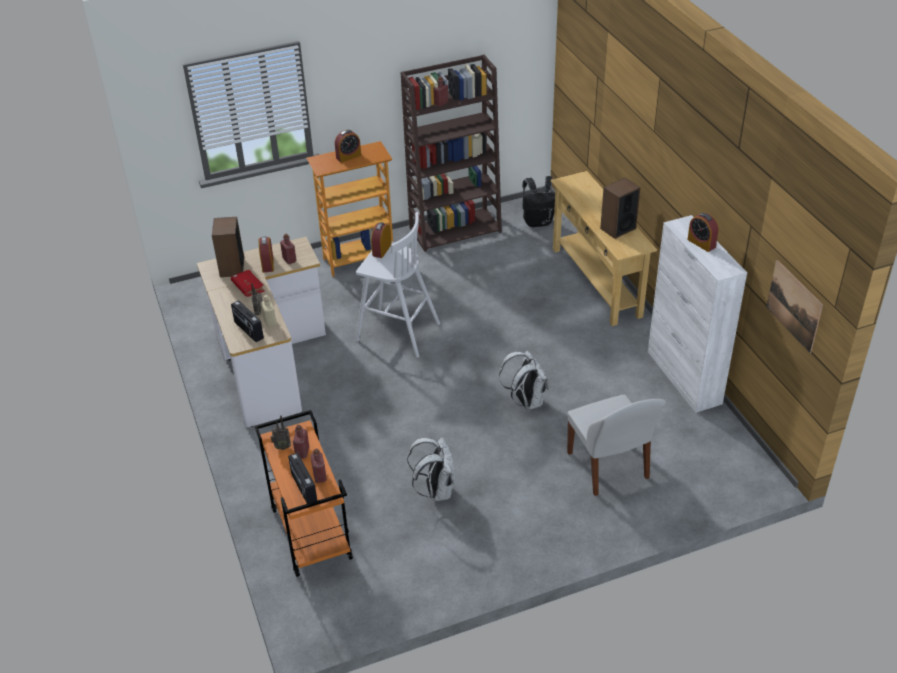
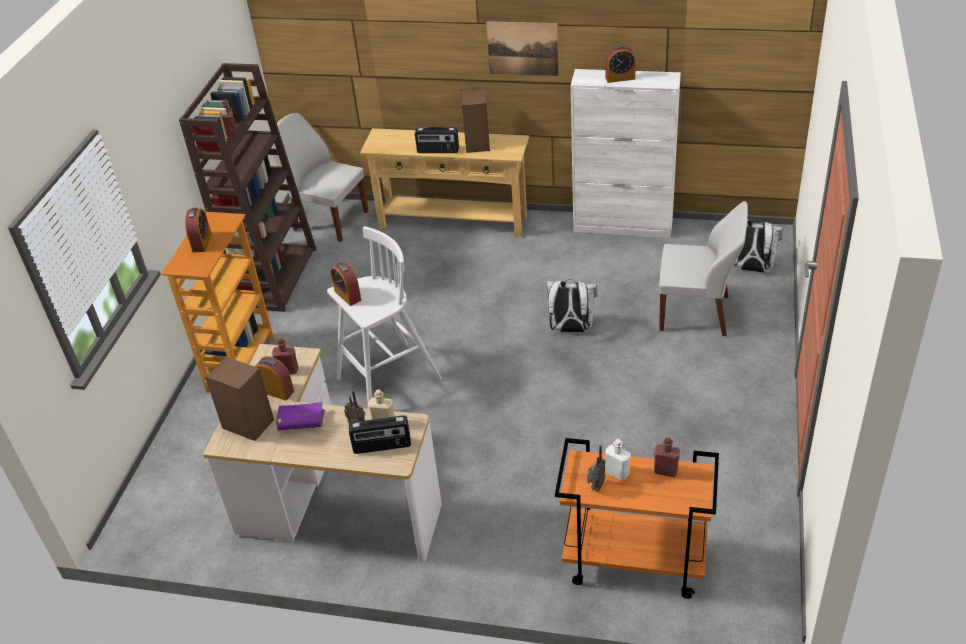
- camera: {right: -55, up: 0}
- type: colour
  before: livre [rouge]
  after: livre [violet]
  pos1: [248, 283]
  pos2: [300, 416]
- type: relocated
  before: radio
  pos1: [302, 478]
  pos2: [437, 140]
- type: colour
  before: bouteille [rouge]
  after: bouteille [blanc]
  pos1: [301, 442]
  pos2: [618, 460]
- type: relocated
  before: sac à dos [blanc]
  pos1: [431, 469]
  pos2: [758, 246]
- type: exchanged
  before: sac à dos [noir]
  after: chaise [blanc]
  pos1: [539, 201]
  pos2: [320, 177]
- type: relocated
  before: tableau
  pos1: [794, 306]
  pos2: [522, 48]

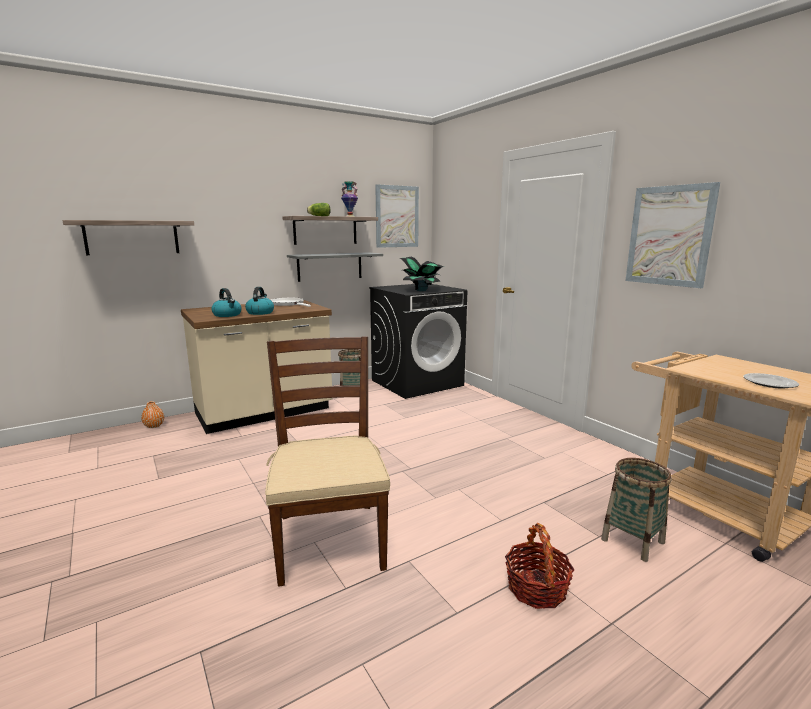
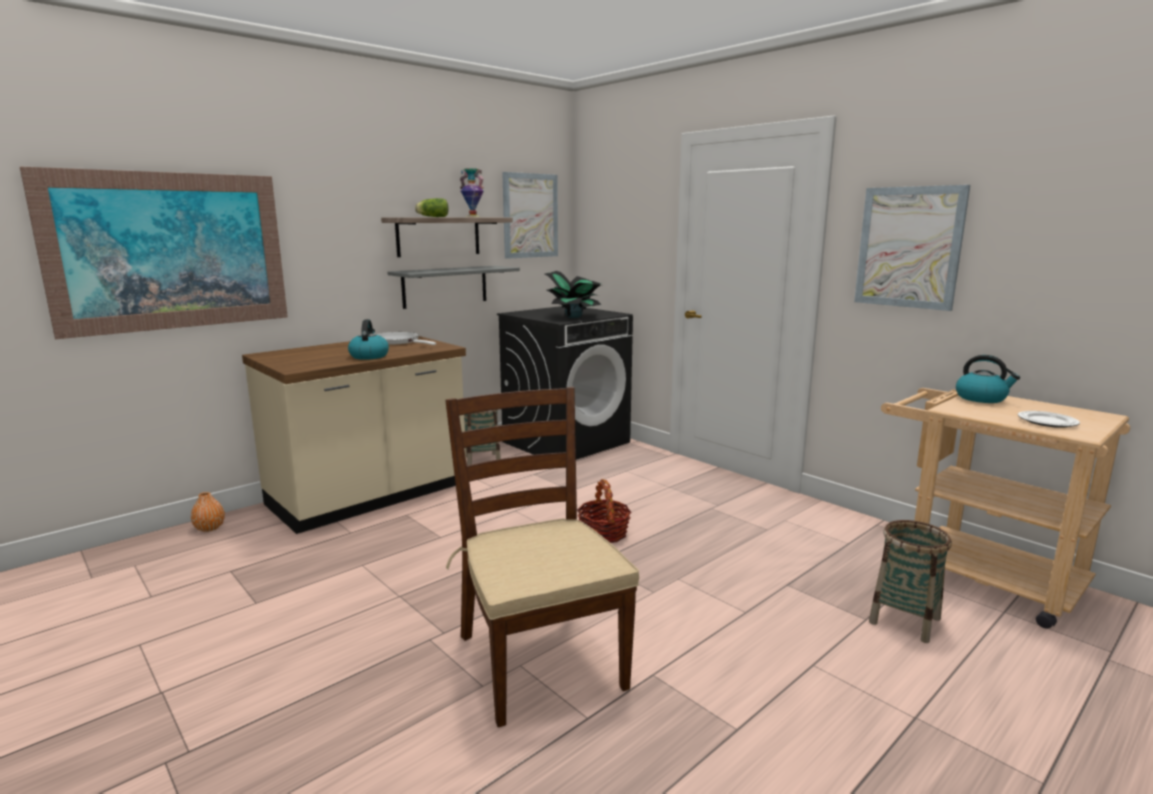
- camera: {right: -10, up: 0}
- type: exchanged
  before: étagère
  after: tableau
  pos1: [128, 237]
  pos2: [154, 253]
- type: relocated
  before: bouilloire
  pos1: [226, 302]
  pos2: [988, 379]
- type: relocated
  before: panier
  pos1: [539, 566]
  pos2: [604, 511]

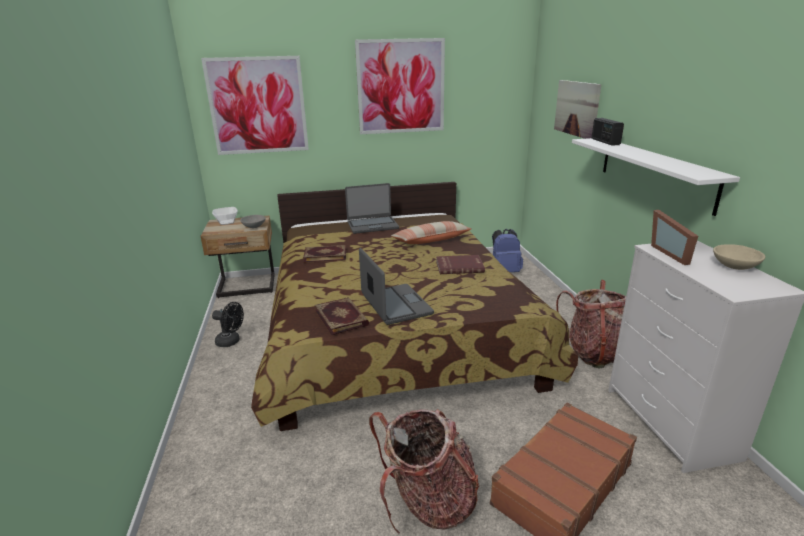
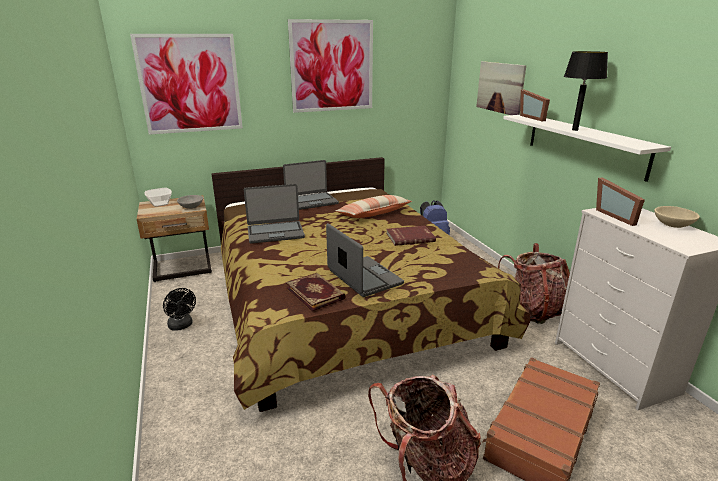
- camera: {right: -10, up: 0}
- type: spun
  before: ventilateur [noir]
  pos1: [228, 324]
  pos2: [179, 309]
  turn: 45
- type: exchanged
  before: livre
  after: ordinateur portable
  pos1: [324, 254]
  pos2: [274, 214]
- type: exchanged
  before: radio
  after: cadre photo
  pos1: [608, 132]
  pos2: [535, 105]
- type: appeared
  after: lampe de table [noir]
  pos2: [586, 91]

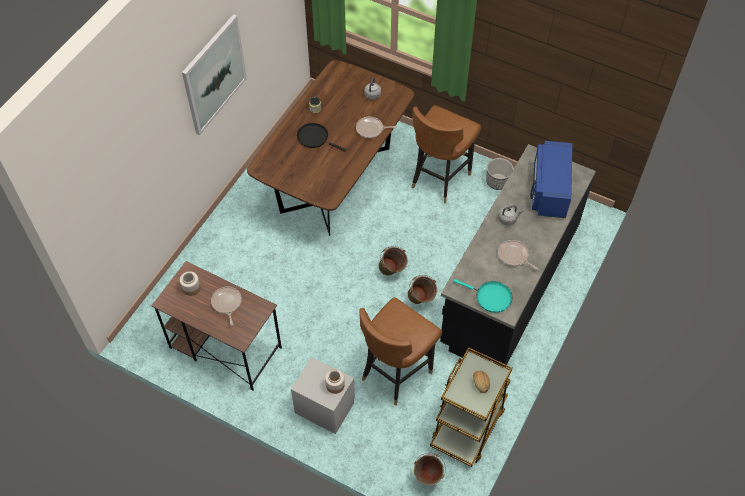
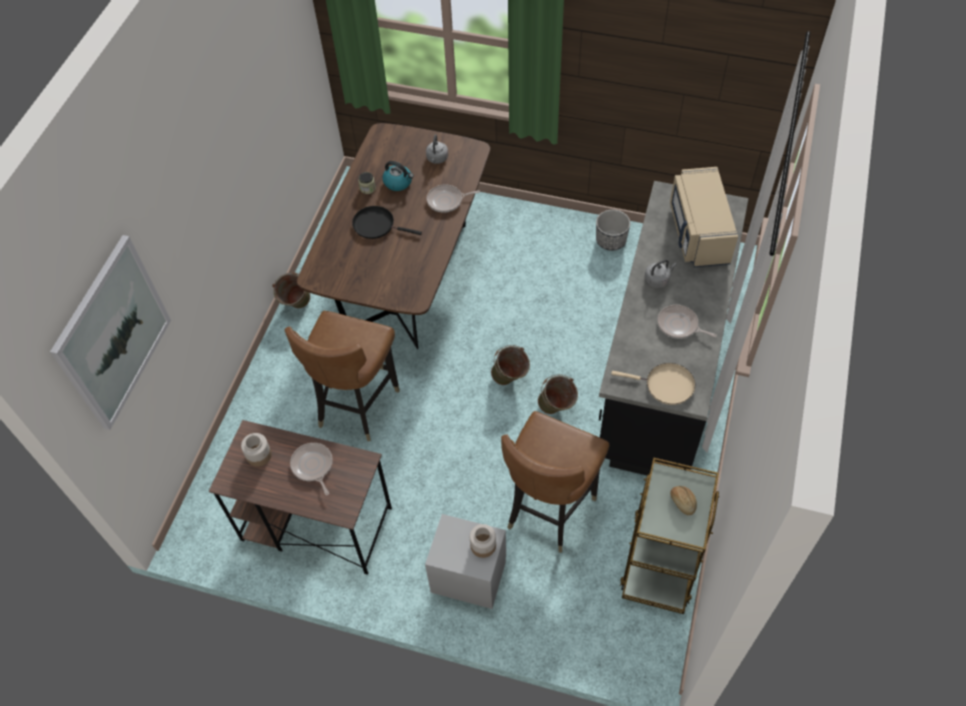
- camera: {right: -10, up: 0}
- type: relocated
  before: tableau
  pos1: [214, 74]
  pos2: [110, 332]
- type: relocated
  before: chaise [marron]
  pos1: [446, 154]
  pos2: [342, 376]
- type: relocated
  before: seau [vert]
  pos1: [430, 469]
  pos2: [291, 290]
- type: colour
  before: poêle [turquoise]
  after: poêle [beige]
  pos1: [482, 296]
  pos2: [653, 384]
- type: colour
  before: micro-ondes [bleu]
  after: micro-ondes [beige]
  pos1: [551, 179]
  pos2: [704, 217]
- type: appeared
  after: bouilloire
  pos2: [398, 176]

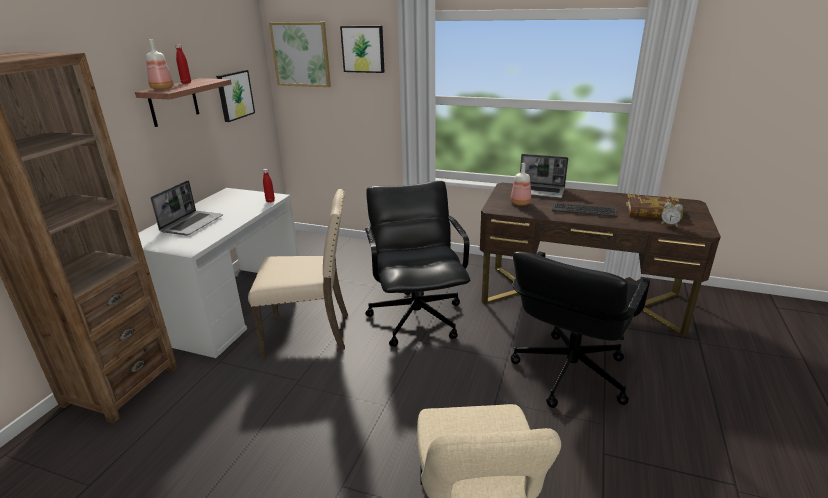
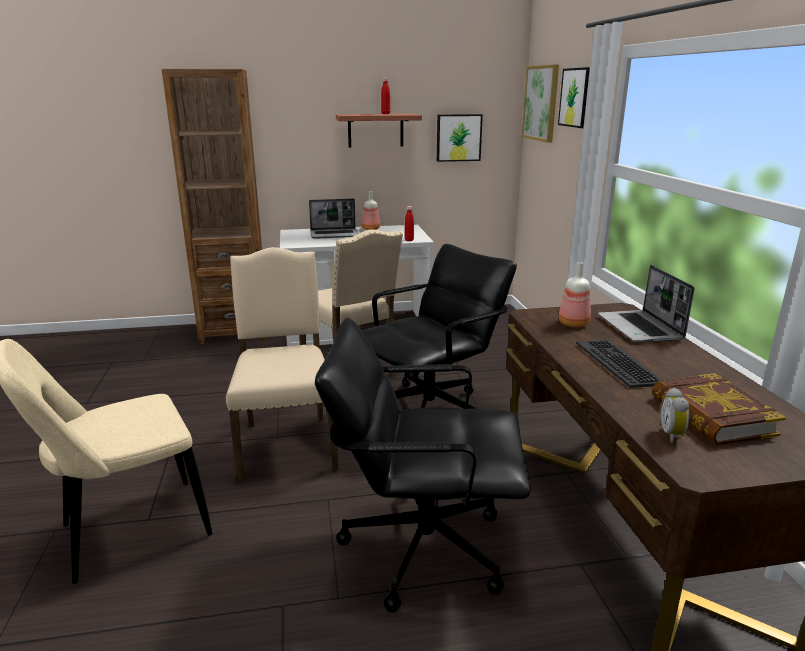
- camera: {right: 60, up: -5}
- type: relocated
  before: bouteille
  pos1: [159, 64]
  pos2: [371, 210]
- type: appeared
  after: chaise [beige]
  pos2: [282, 365]

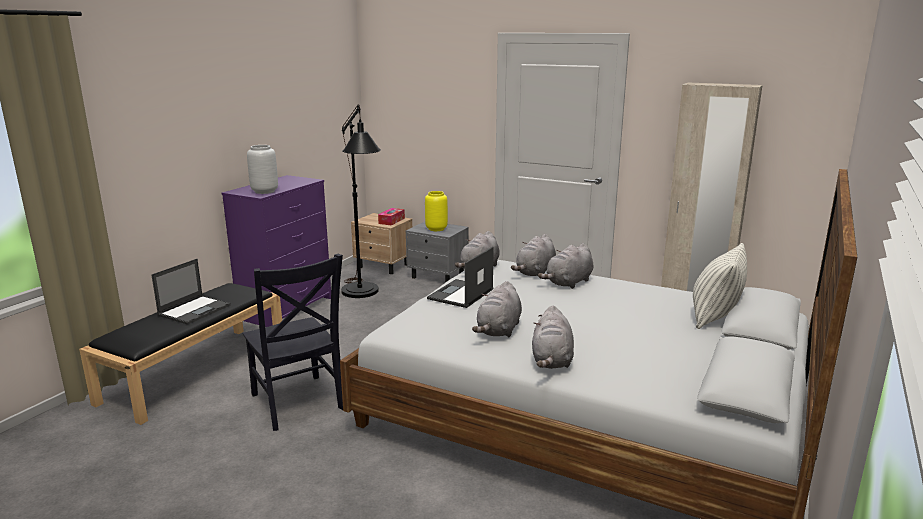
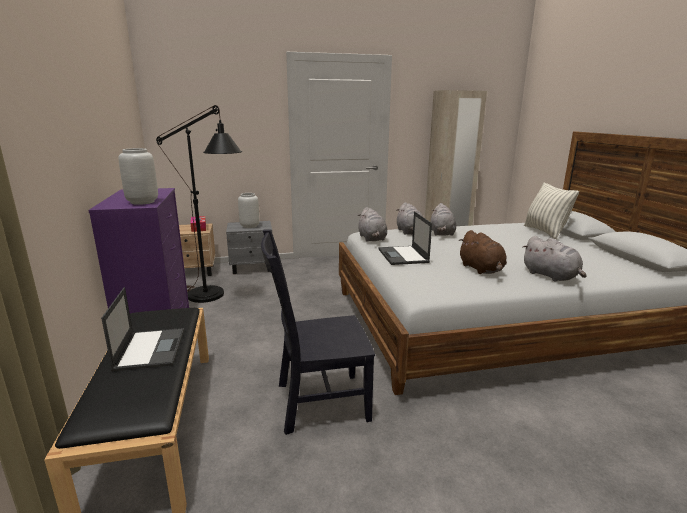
- camera: {right: -40, up: 0}
- type: spun
  before: chaise [noir]
  pos1: [293, 342]
  pos2: [318, 332]
  turn: 150
- type: colour
  before: vase [jaune]
  after: vase [gris]
  pos1: [436, 211]
  pos2: [248, 210]
- type: colour
  before: peluche [gris]
  after: peluche [marron]
  pos1: [497, 309]
  pos2: [482, 252]

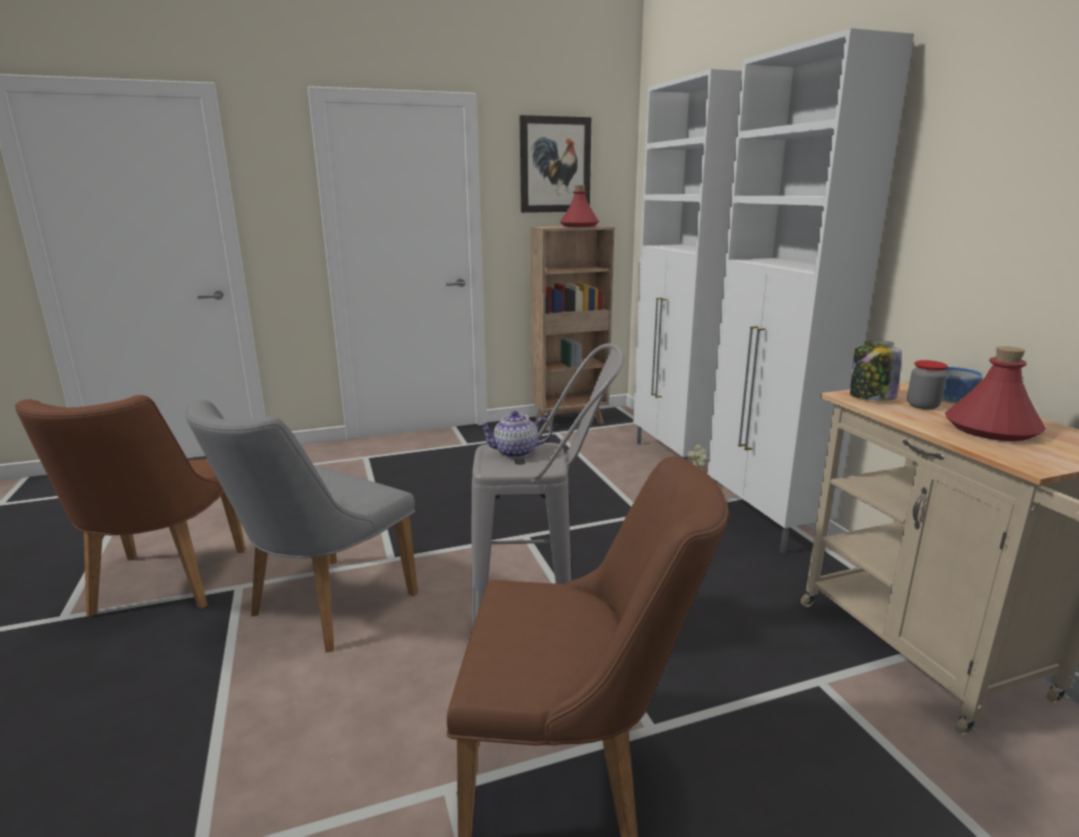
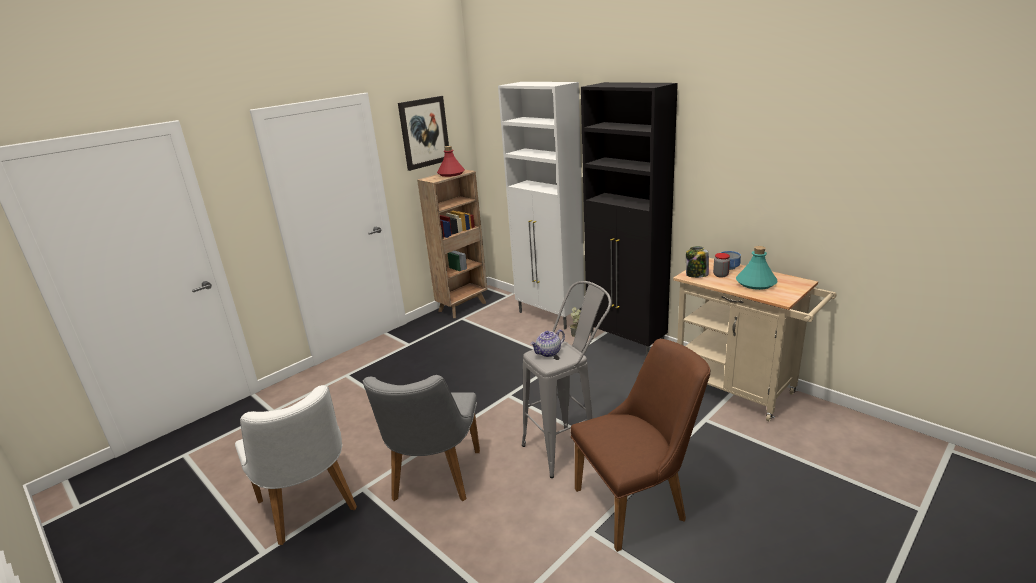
- camera: {right: -25, up: 5}
- type: colour
  before: chaise [marron]
  after: chaise [blanc]
  pos1: [130, 506]
  pos2: [296, 465]
- type: colour
  before: meuble de rangement [blanc]
  after: meuble de rangement [noir]
  pos1: [810, 290]
  pos2: [629, 219]
- type: colour
  before: bouteille [rouge]
  after: bouteille [turquoise]
  pos1: [995, 393]
  pos2: [757, 268]

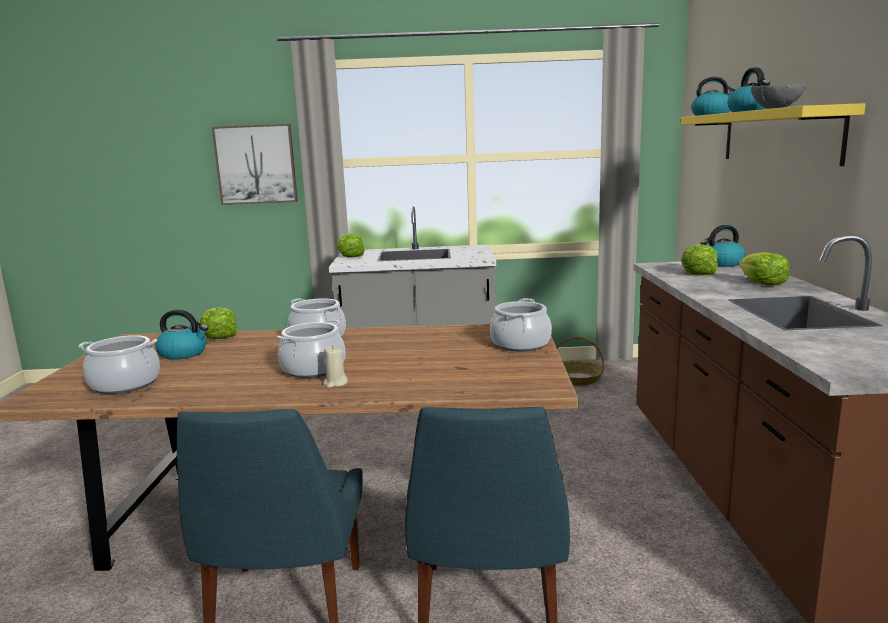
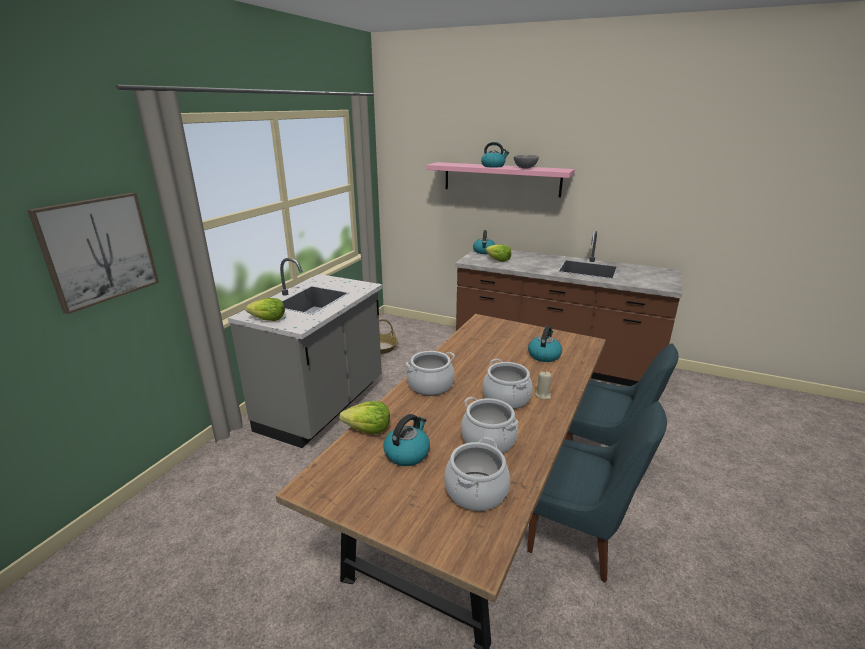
- camera: {right: -65, up: 10}
- type: relocated
  before: marmite
  pos1: [521, 325]
  pos2: [490, 425]
- type: colour
  before: étagère [jaune]
  after: étagère [rose]
  pos1: [773, 134]
  pos2: [500, 179]
- type: relocated
  before: bouilloire
  pos1: [713, 96]
  pos2: [545, 344]
- type: missing
  before: laitue
  pos1: [764, 269]

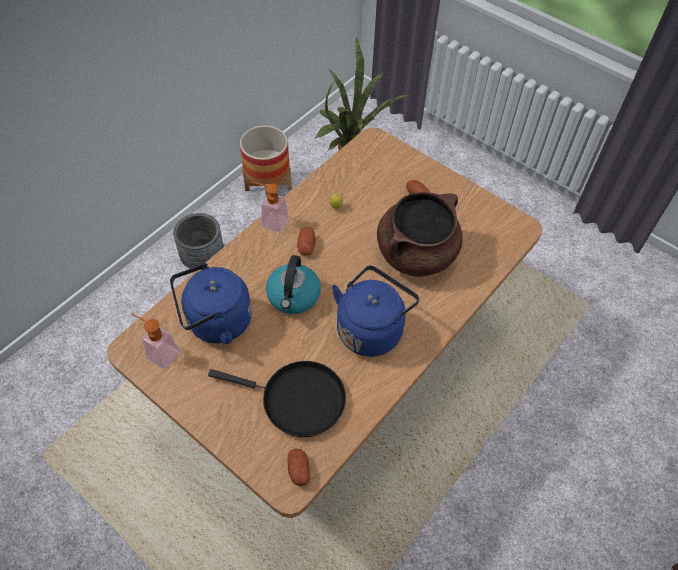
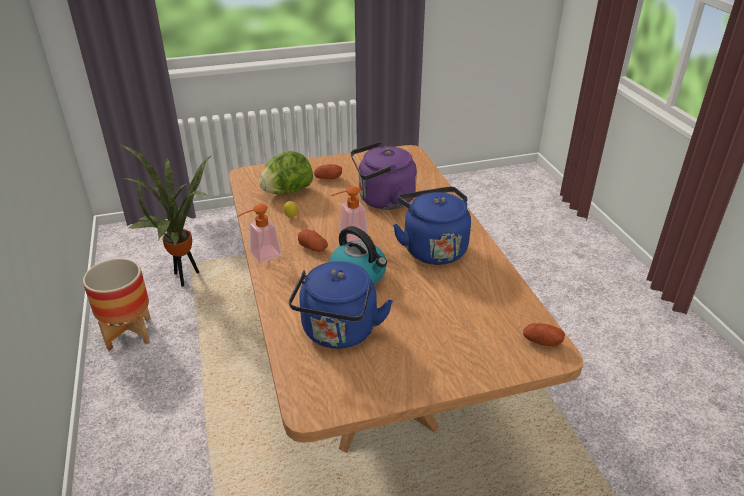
- camera: {right: -55, up: -20}
- type: relocated
  before: distributeur de savon
  pos1: [156, 340]
  pos2: [349, 214]
- type: missing
  before: cache-pot [gris]
  pos1: [198, 241]
- type: missing
  before: poêle [noir]
  pos1: [277, 399]
- type: exchanged
  before: marmite [marron]
  after: bouilloire [violet]
  pos1: [420, 234]
  pos2: [384, 176]
- type: appeared
  after: laitue
  pos2: [286, 173]

